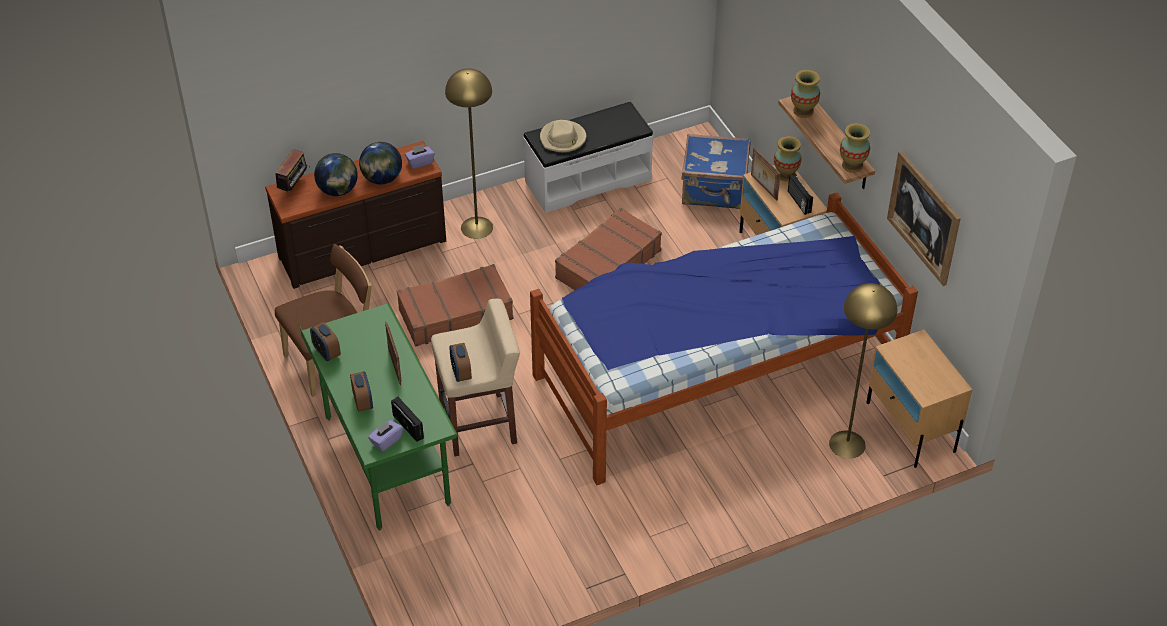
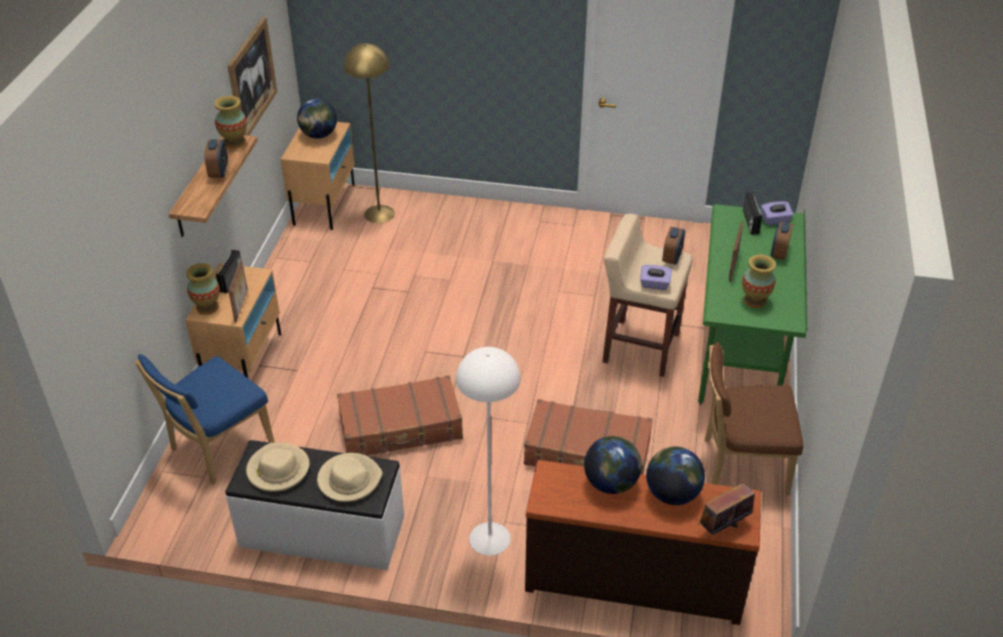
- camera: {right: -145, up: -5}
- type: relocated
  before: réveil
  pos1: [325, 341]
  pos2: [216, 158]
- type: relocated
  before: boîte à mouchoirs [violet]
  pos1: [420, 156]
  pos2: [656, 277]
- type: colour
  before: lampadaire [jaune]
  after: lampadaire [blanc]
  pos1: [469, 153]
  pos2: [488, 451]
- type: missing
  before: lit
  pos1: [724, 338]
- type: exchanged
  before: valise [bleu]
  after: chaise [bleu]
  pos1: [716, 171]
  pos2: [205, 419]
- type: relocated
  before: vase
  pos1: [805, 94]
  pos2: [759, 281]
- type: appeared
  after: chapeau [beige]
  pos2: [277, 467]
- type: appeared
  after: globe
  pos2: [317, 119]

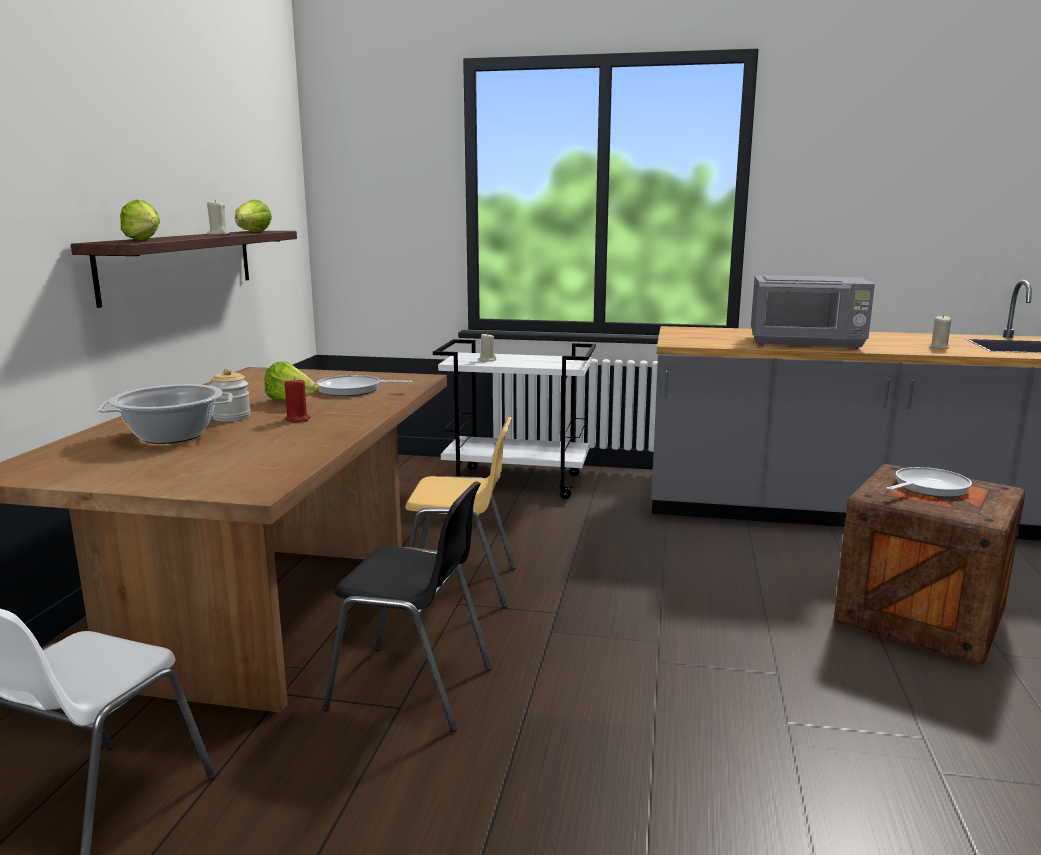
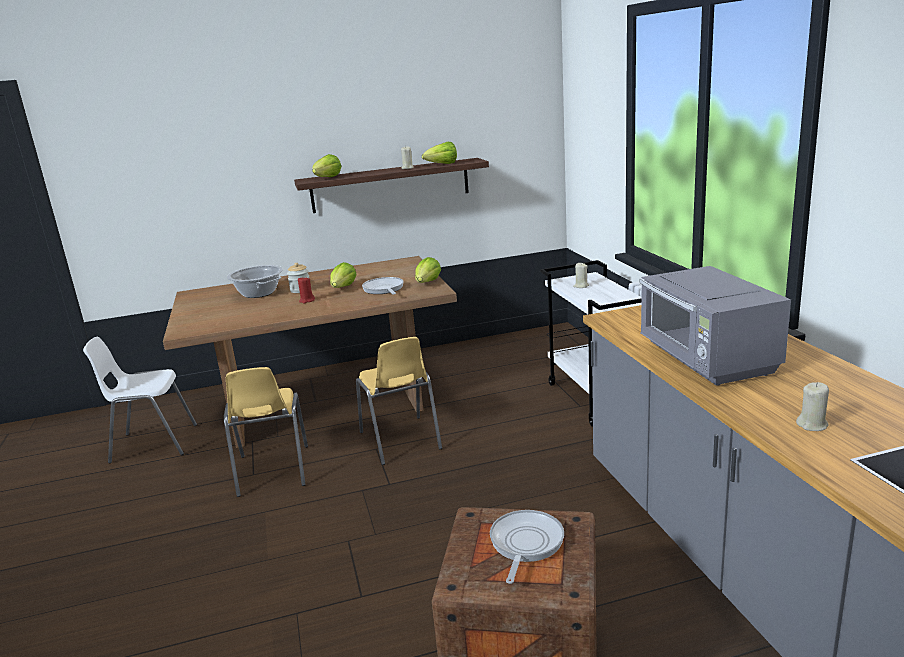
- camera: {right: 65, up: 5}
- type: colour
  before: chaise [noir]
  after: chaise [jaune]
  pos1: [407, 606]
  pos2: [266, 432]
- type: spun
  before: poêle
  pos1: [929, 482]
  pos2: [527, 547]
  turn: -105
- type: appeared
  after: laitue
  pos2: [428, 270]

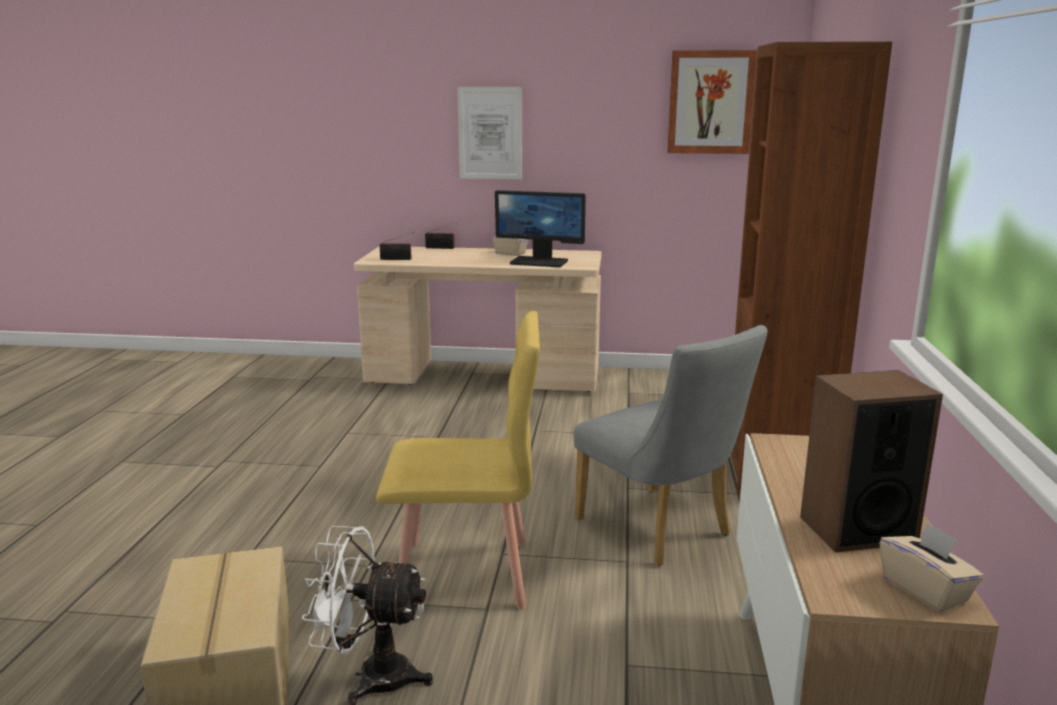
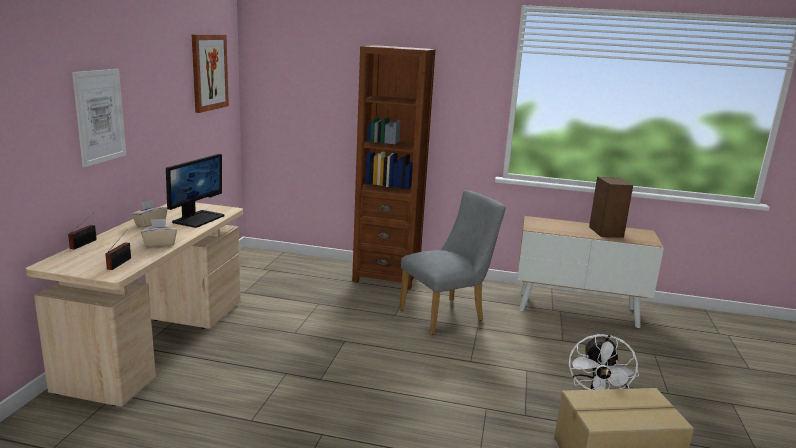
- camera: {right: -85, up: 0}
- type: missing
  before: chaise [jaune]
  pos1: [458, 460]
- type: relocated
  before: boîte à mouchoirs [beige]
  pos1: [931, 567]
  pos2: [159, 233]

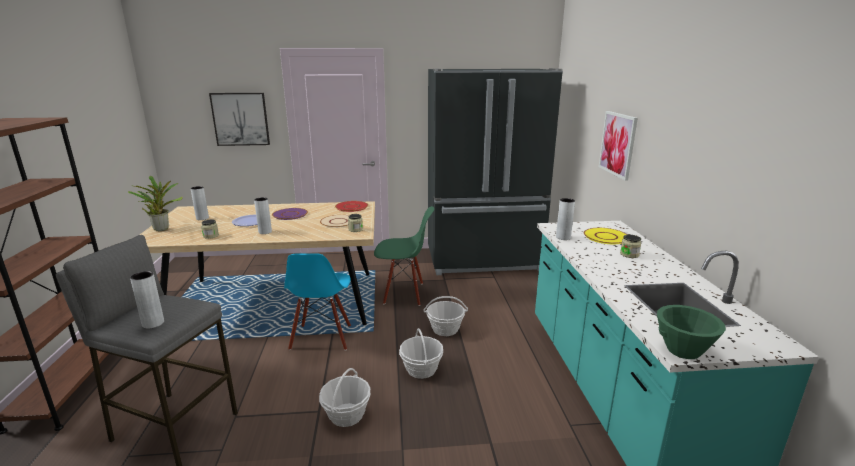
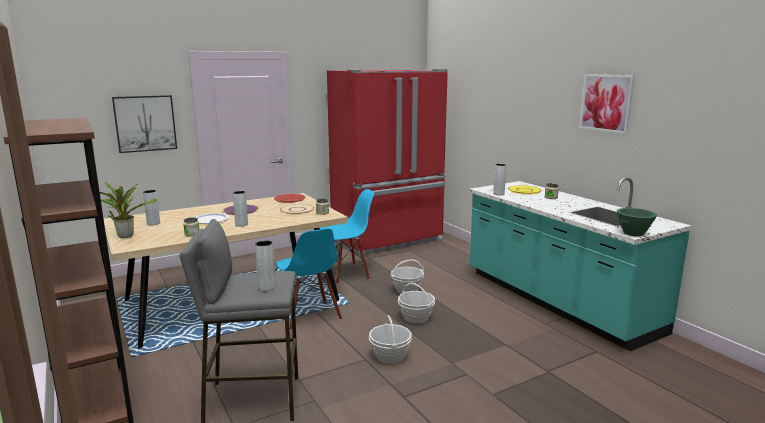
- camera: {right: -25, up: -5}
- type: colour
  before: chaise [vert]
  after: chaise [bleu]
  pos1: [404, 256]
  pos2: [347, 236]
- type: colour
  before: réfrigérateur [noir]
  after: réfrigérateur [rouge]
  pos1: [495, 171]
  pos2: [387, 162]
- type: relocated
  before: tableau
  pos1: [618, 146]
  pos2: [607, 104]

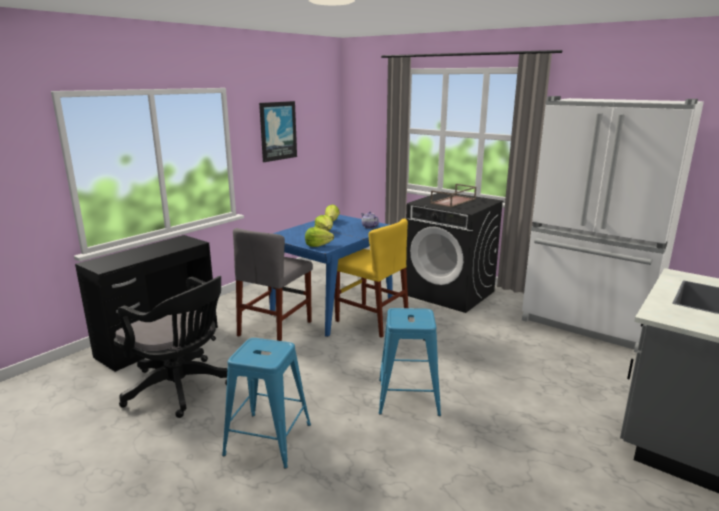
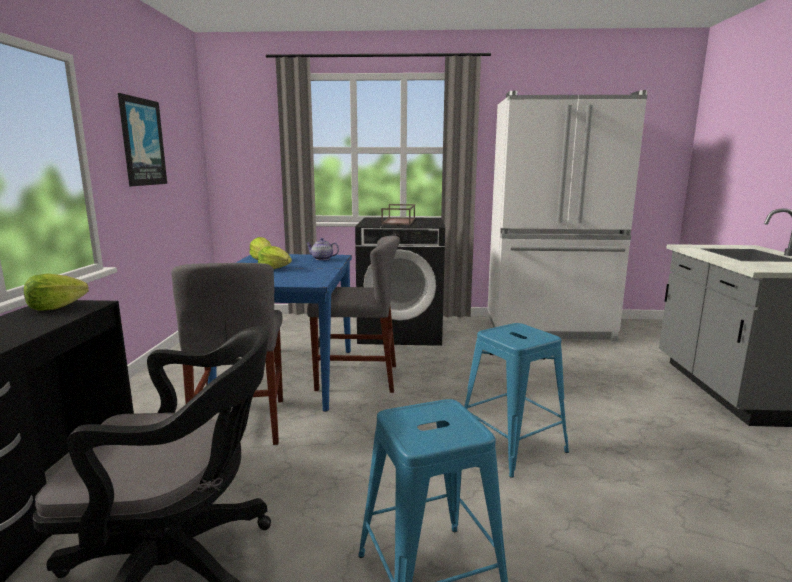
- camera: {right: -35, up: -5}
- type: relocated
  before: laitue
  pos1: [319, 237]
  pos2: [56, 292]
- type: colour
  before: chaise [jaune]
  after: chaise [gris]
  pos1: [371, 278]
  pos2: [353, 314]

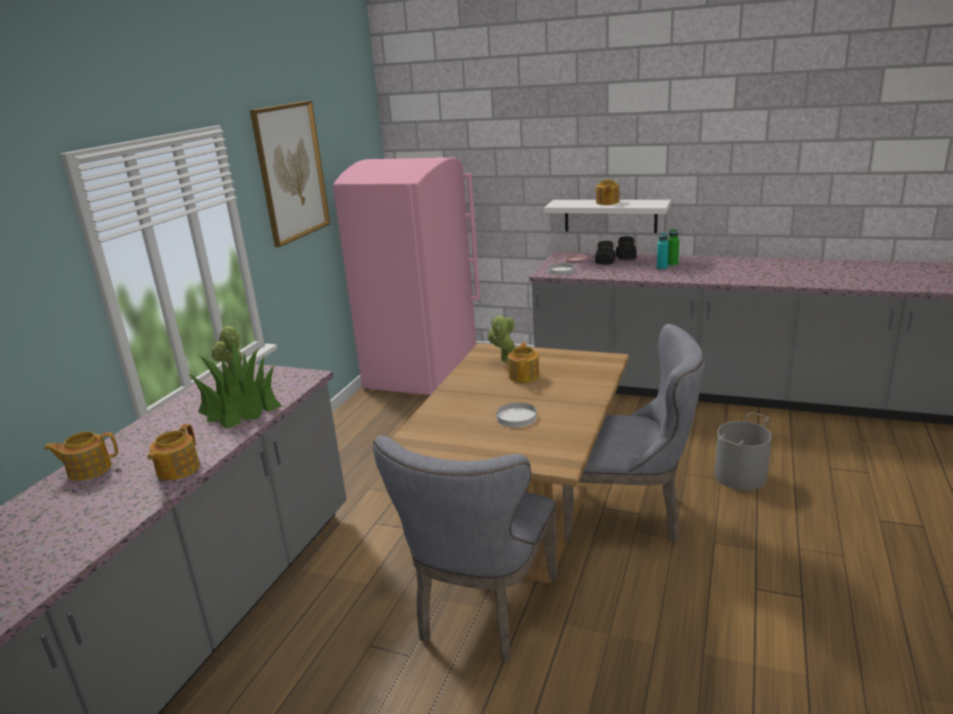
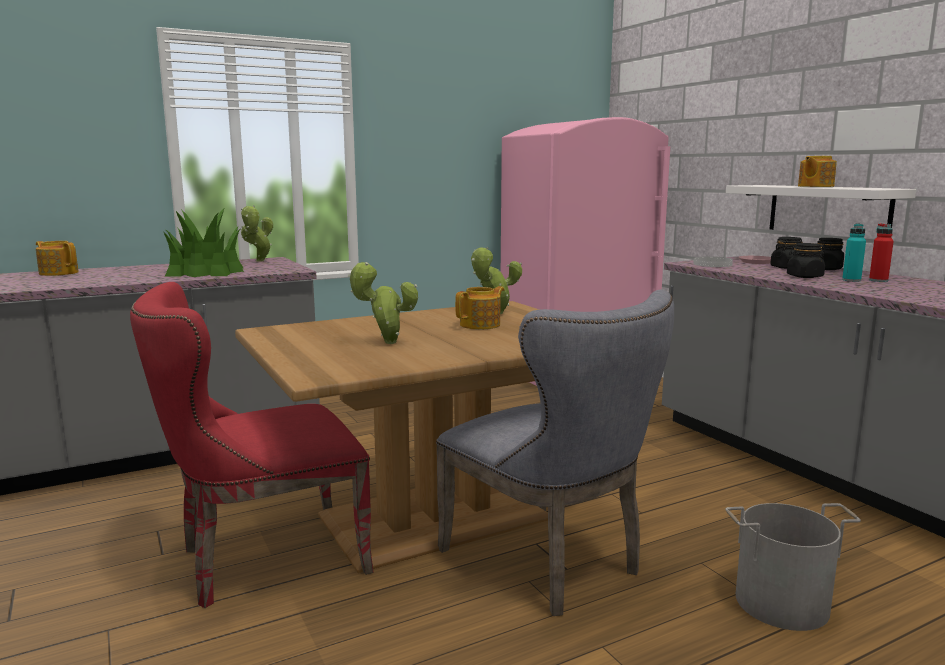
- camera: {right: 40, up: -10}
- type: missing
  before: théière
  pos1: [173, 452]
- type: missing
  before: tableau
  pos1: [290, 174]
- type: colour
  before: chaise [gris]
  after: chaise [rouge]
  pos1: [465, 548]
  pos2: [251, 445]
- type: exchanged
  before: assiette [blanc]
  after: plante en pot
  pos1: [516, 415]
  pos2: [383, 303]
- type: colour
  before: bouteille [vert]
  after: bouteille [rouge]
  pos1: [673, 247]
  pos2: [881, 252]
- type: appeared
  after: bocal [noir]
  pos2: [806, 260]

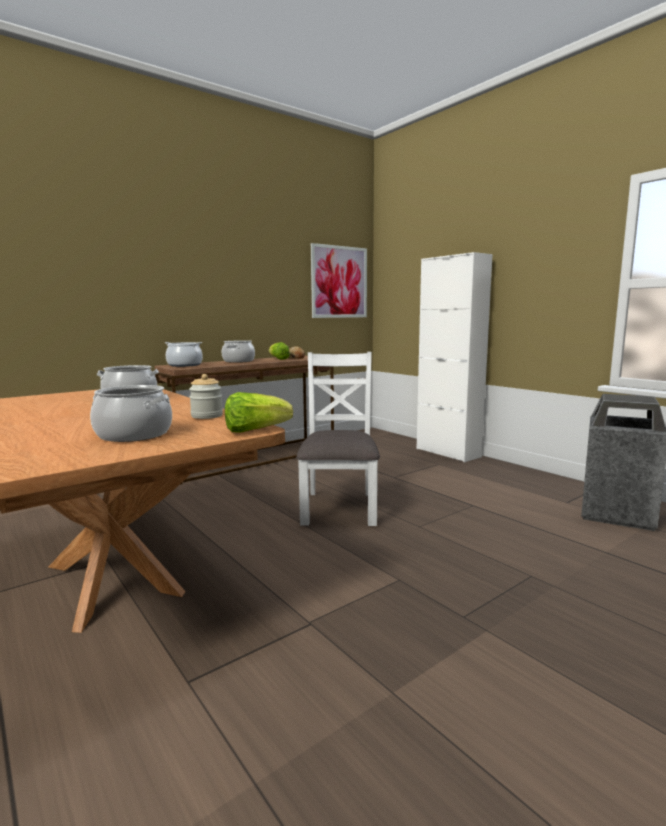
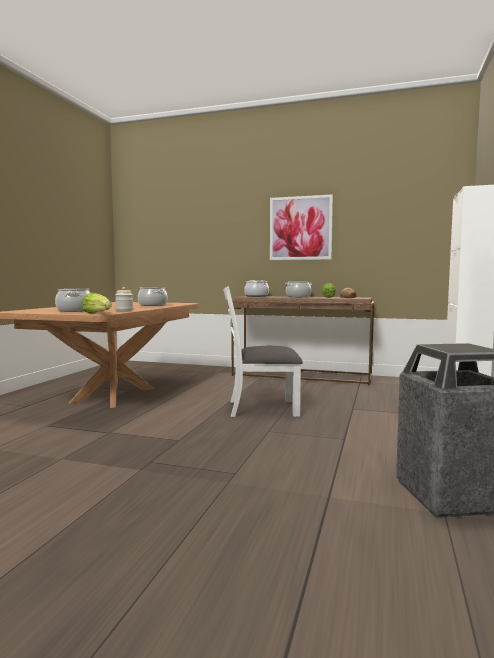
- camera: {right: 55, up: -5}
- type: spun
  before: chaise [blanc]
  pos1: [338, 439]
  pos2: [263, 351]
  turn: -150
- type: relocated
  before: tableau
  pos1: [339, 280]
  pos2: [301, 227]

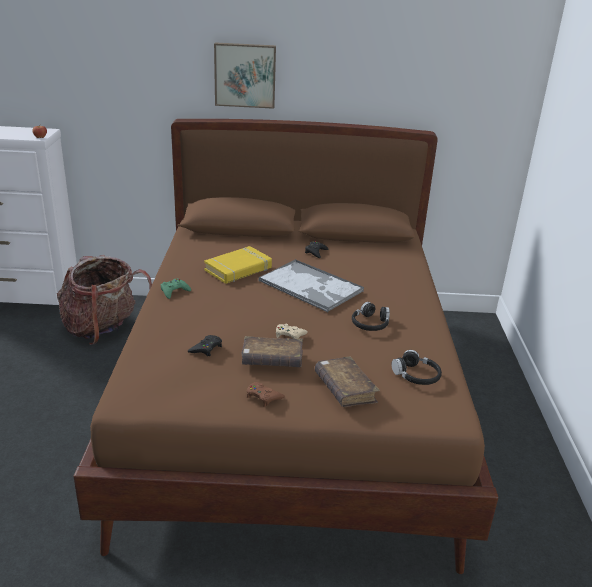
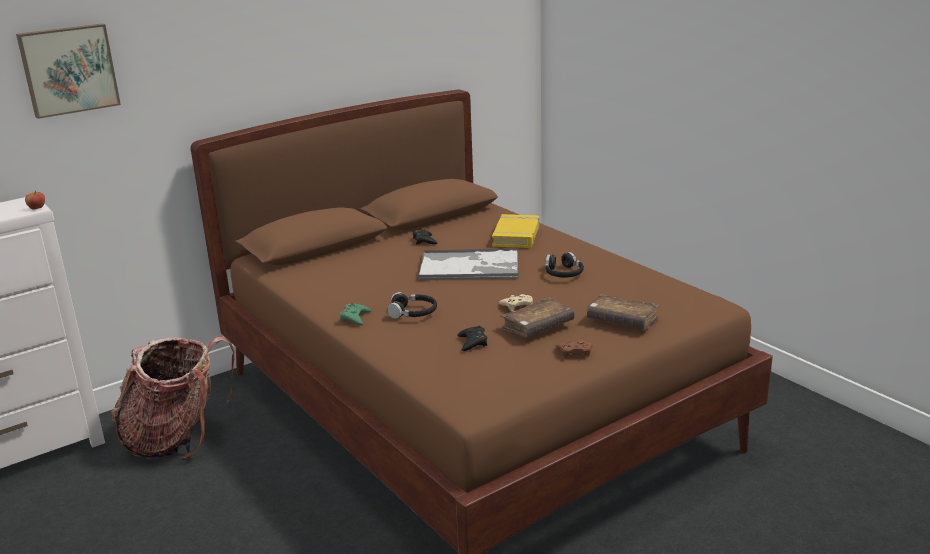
- camera: {right: -35, up: -5}
- type: relocated
  before: livre [jaune]
  pos1: [238, 265]
  pos2: [515, 231]
- type: relocated
  before: tableau
  pos1: [245, 75]
  pos2: [68, 71]
- type: relocated
  before: casque audio [noir]
  pos1: [416, 367]
  pos2: [412, 305]

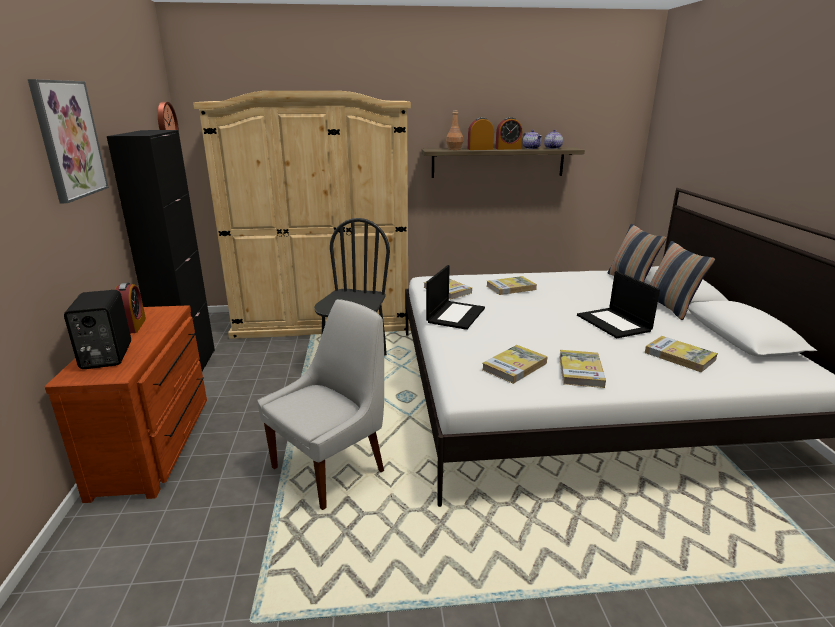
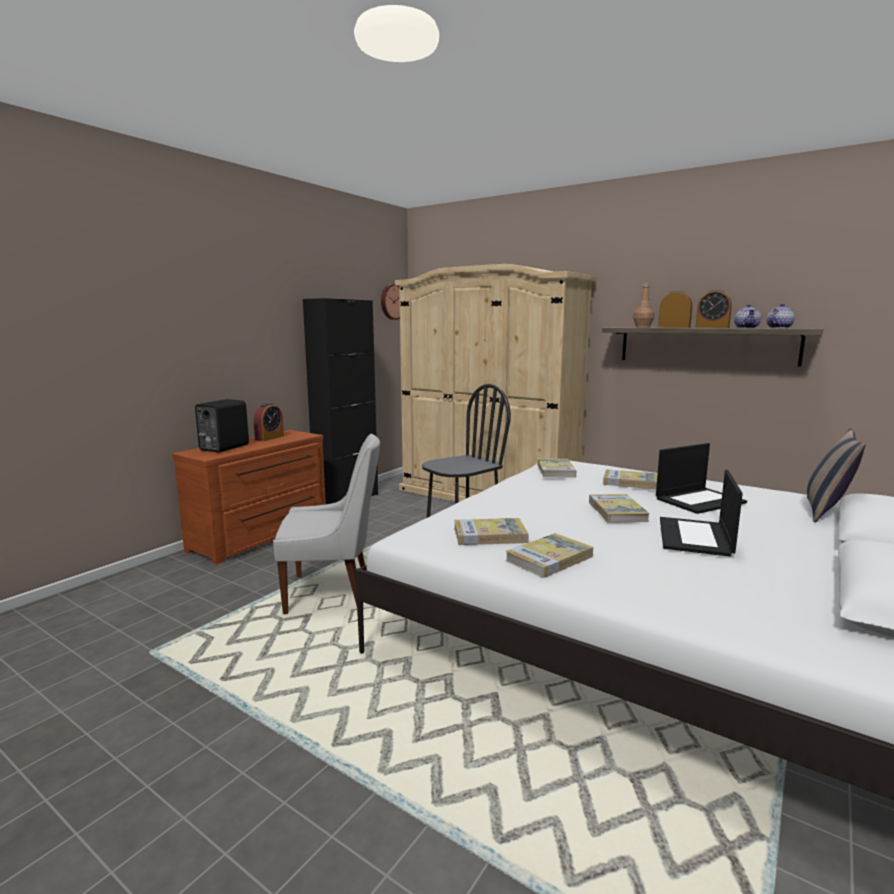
- camera: {right: 40, up: -10}
- type: missing
  before: tableau
  pos1: [68, 141]
- type: relocated
  before: ordinateur portable
  pos1: [455, 297]
  pos2: [701, 478]
- type: relocated
  before: livre
  pos1: [681, 354]
  pos2: [619, 508]
- type: missing
  before: coussin
  pos1: [682, 280]

